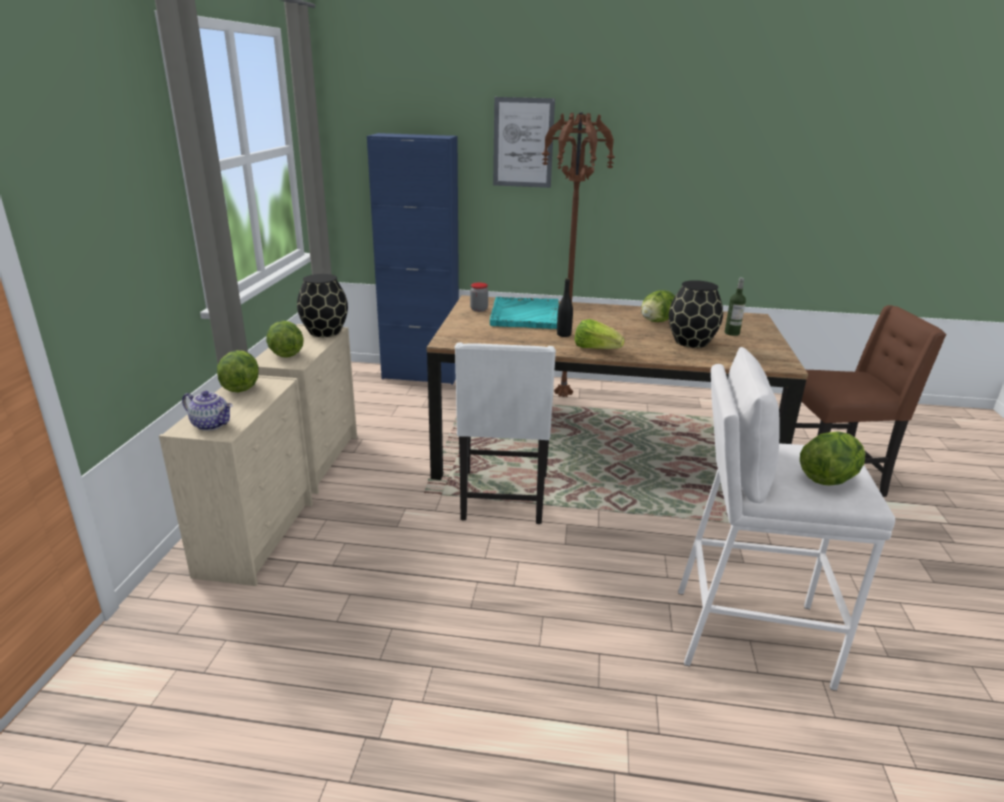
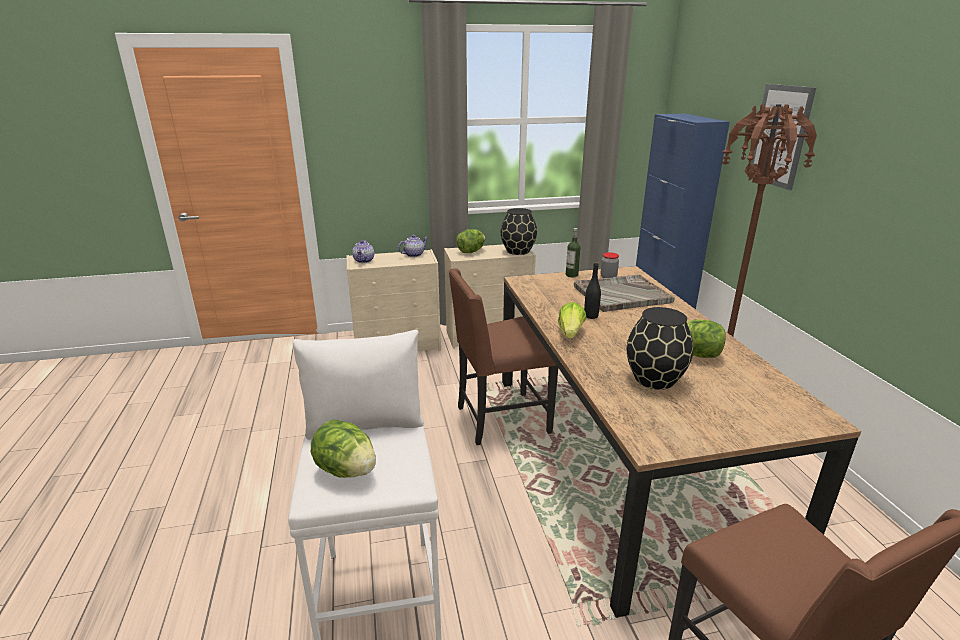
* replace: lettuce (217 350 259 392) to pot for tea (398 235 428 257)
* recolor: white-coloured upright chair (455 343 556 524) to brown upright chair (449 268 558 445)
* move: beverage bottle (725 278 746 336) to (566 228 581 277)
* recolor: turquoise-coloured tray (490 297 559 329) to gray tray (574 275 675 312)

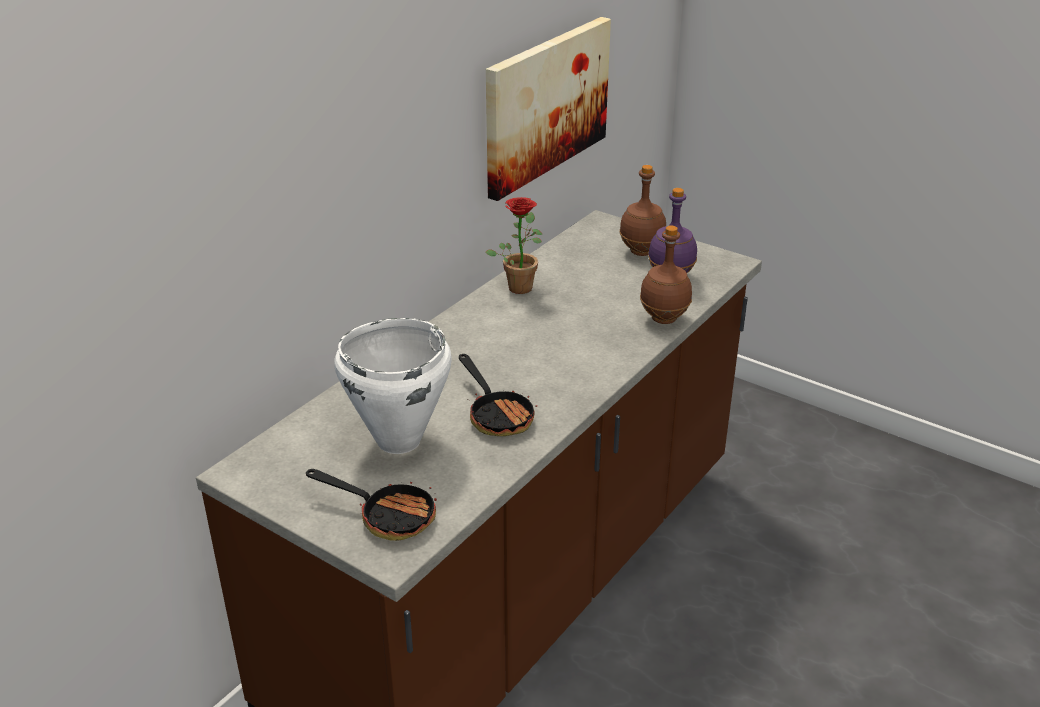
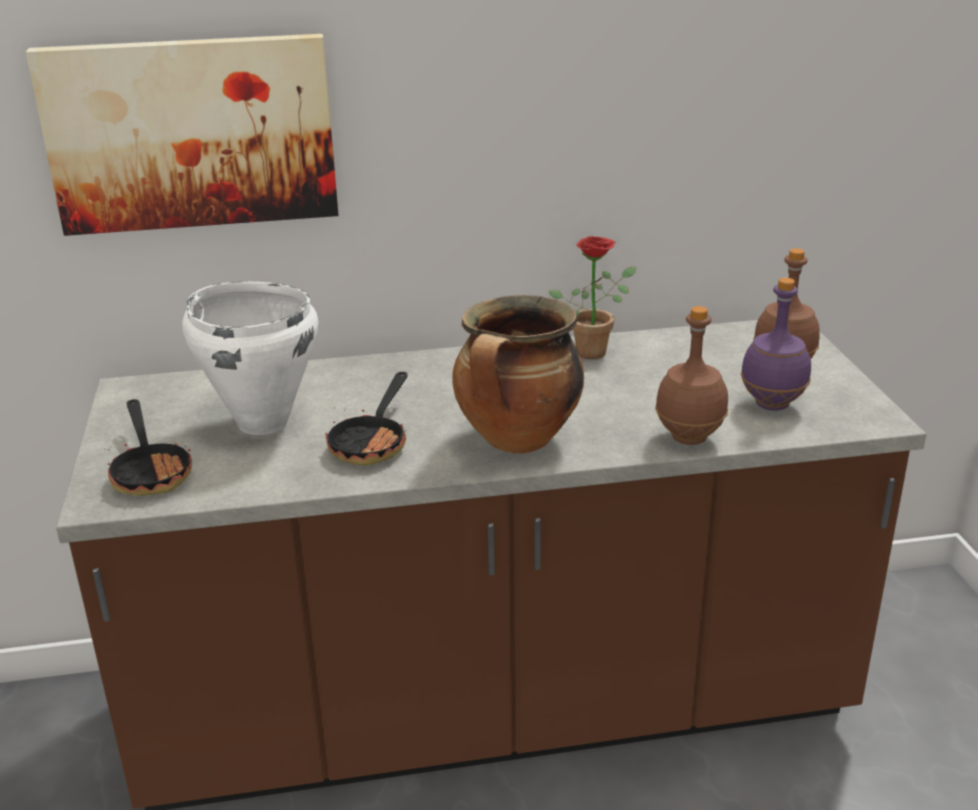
* move: picture (486 17 611 201) to (26 34 339 236)
* insert: stockpot (452 295 584 454)

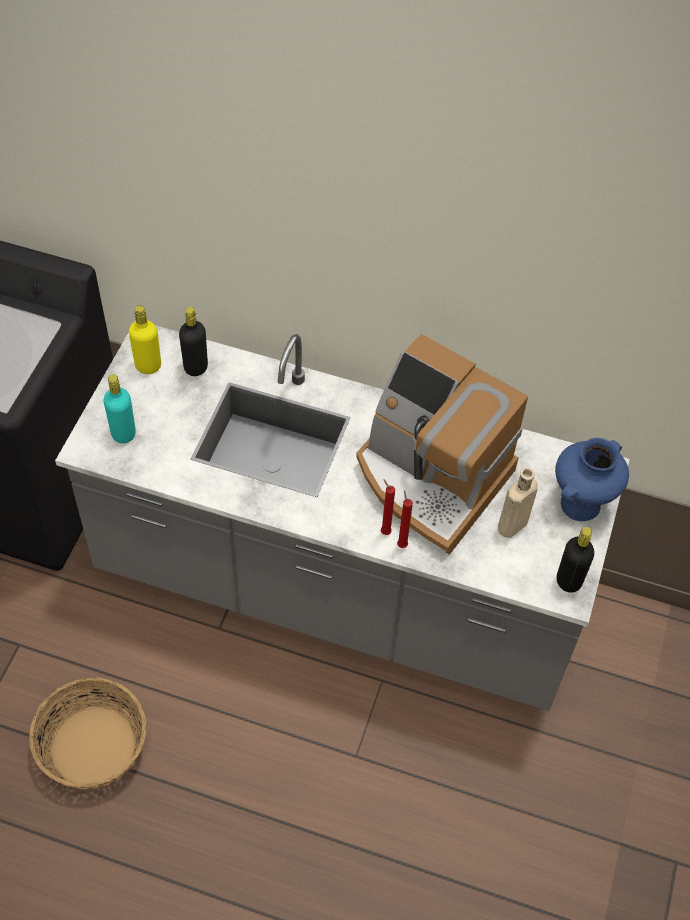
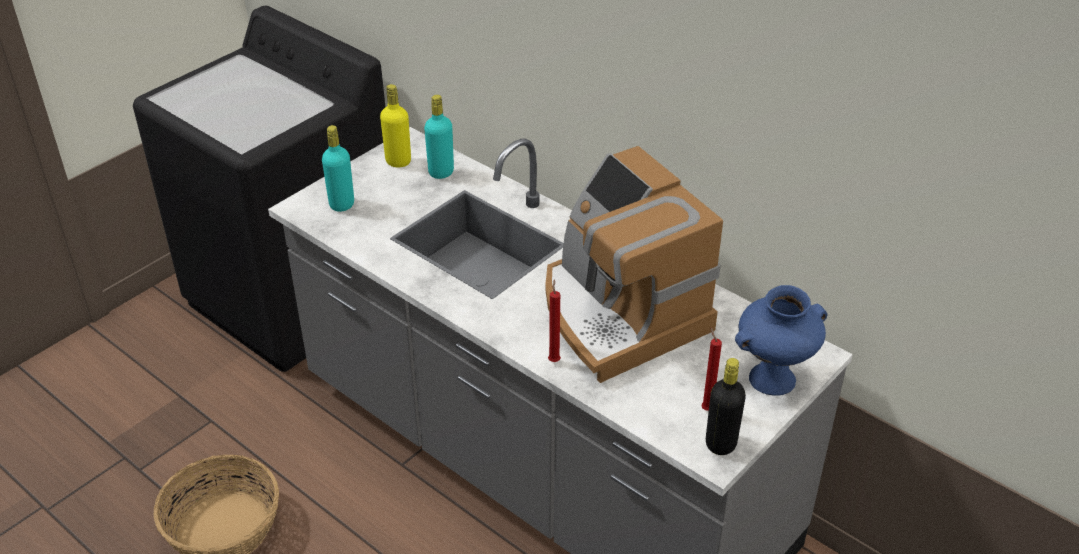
* recolor: black-coloured beverage bottle (179 307 208 376) to turquoise-coloured beverage bottle (424 95 454 179)
* move: red wax candle (381 479 395 535) to (701 327 722 411)
* delete: beige beverage bottle (498 467 538 538)

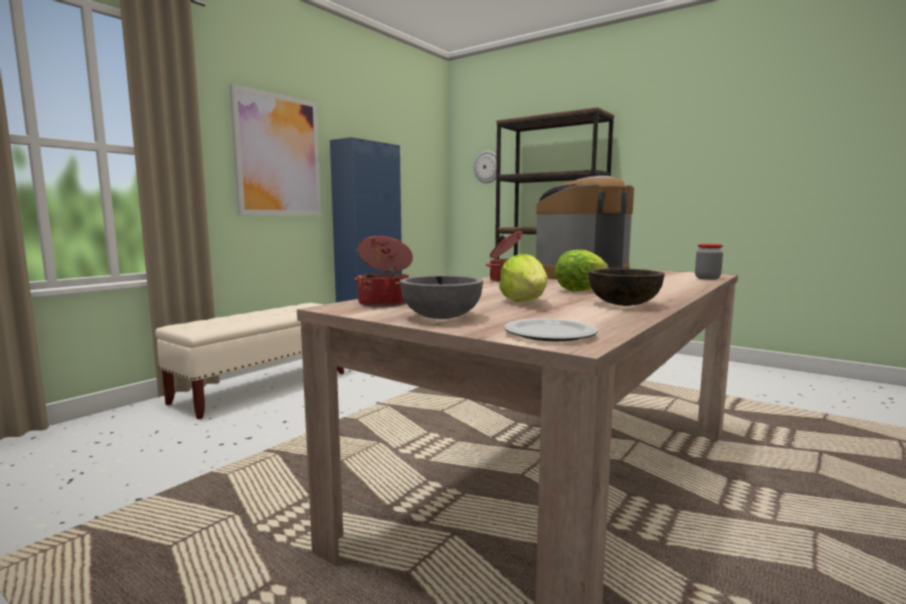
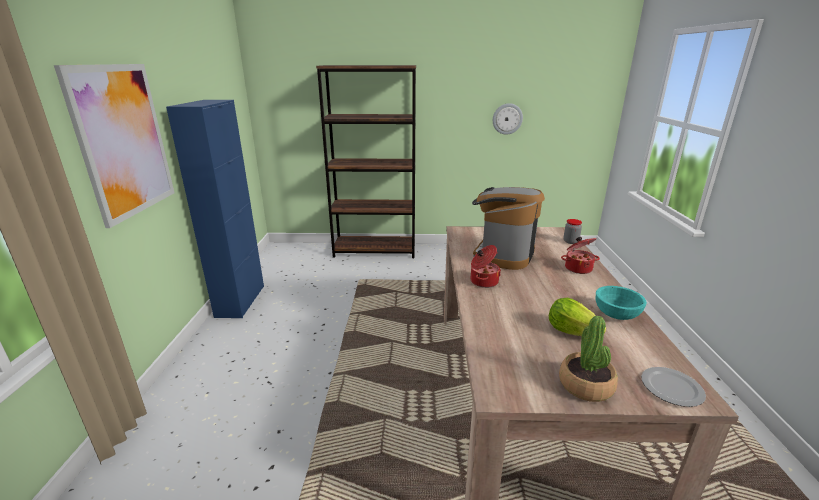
* move: hanging clock (474 151 497 183) to (493 103 523 135)
* replace: gray bowl (400 275 483 319) to plant in a pot (559 315 618 402)
* move: stockpot (354 236 413 307) to (561 237 600 274)
* recolor: brown bowl (588 268 665 306) to turquoise-coloured bowl (596 286 647 320)
* delete: beige bench (155 303 344 419)
* delete: lettuce (555 250 609 292)

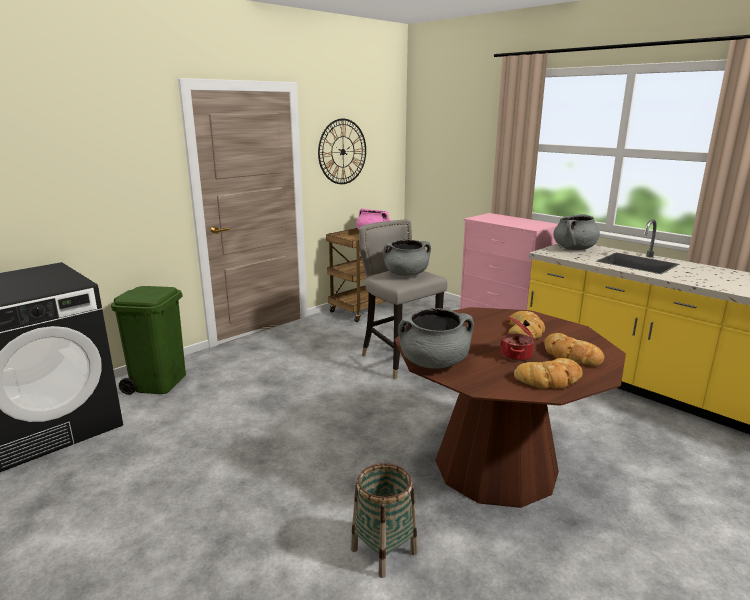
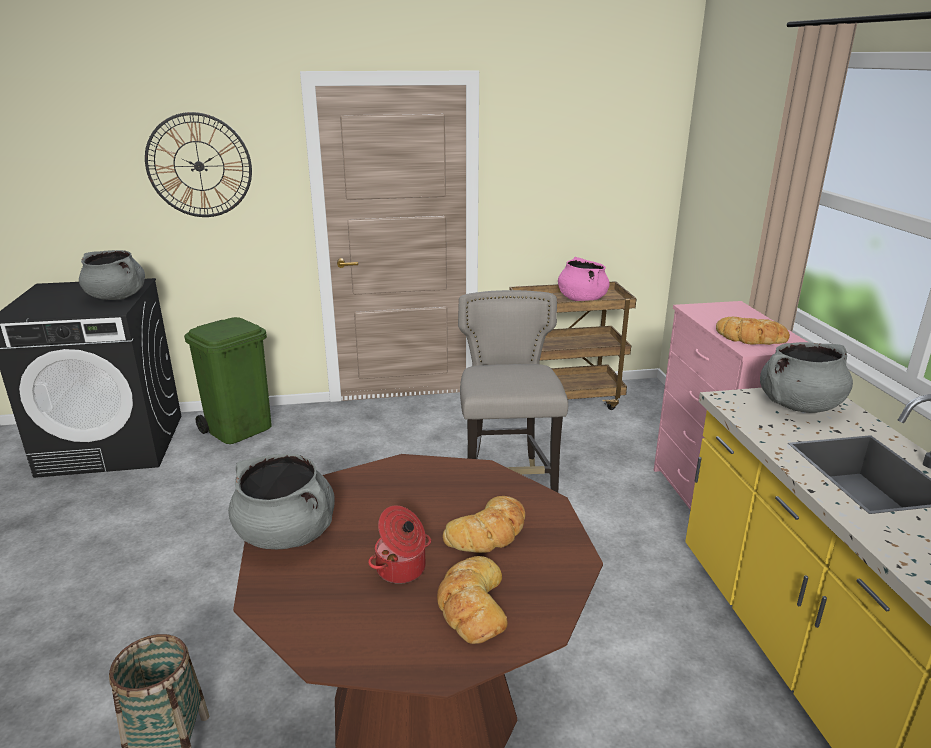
* move: gray stockpot (383 239 431 276) to (79 250 145 300)
* move: hanging clock (318 119 366 184) to (145 112 252 217)
* move: bread (514 358 583 389) to (716 317 790 345)

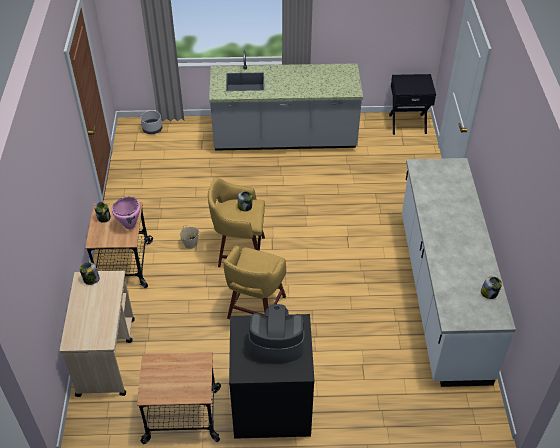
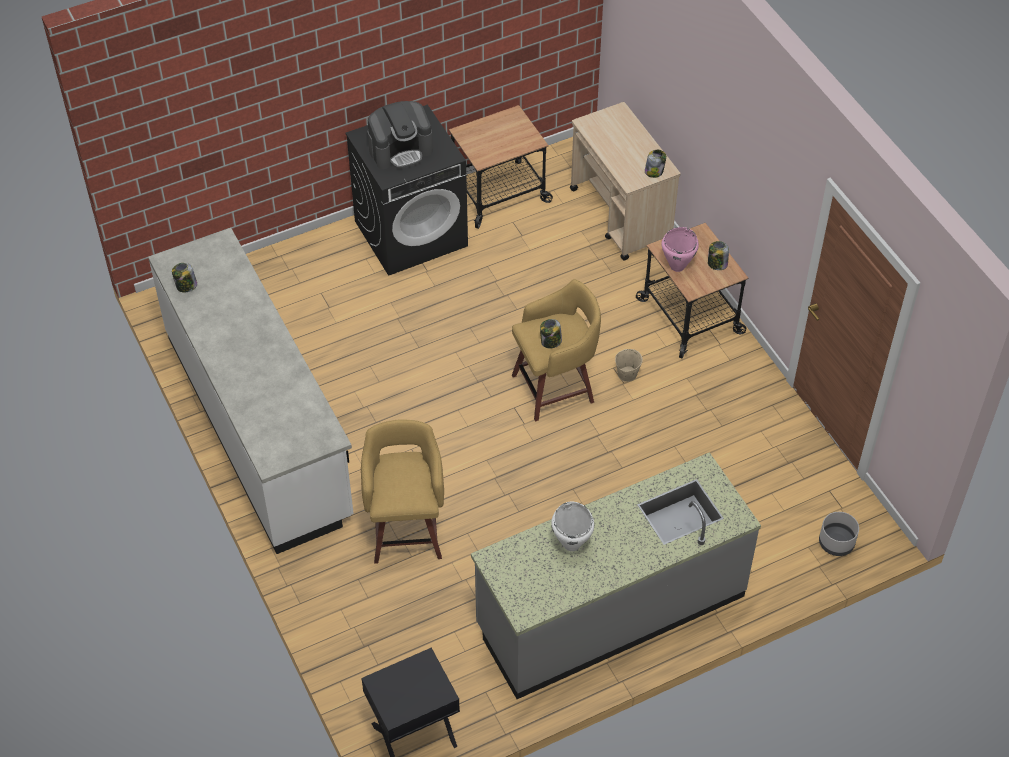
* move: yellow stool seat (224 245 286 319) to (361 419 444 564)
* insert: white-coloured stockpot (551 502 594 551)

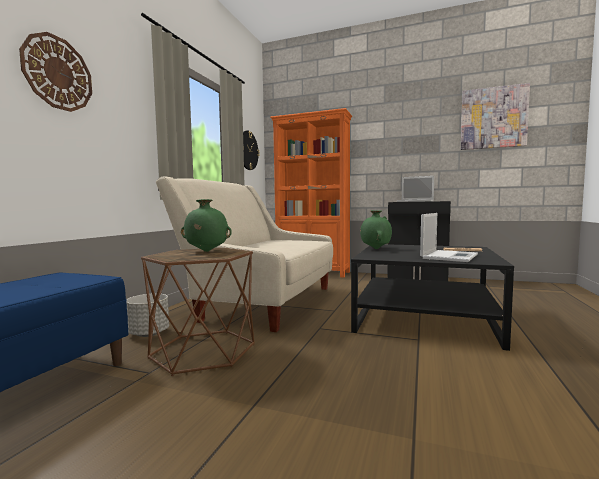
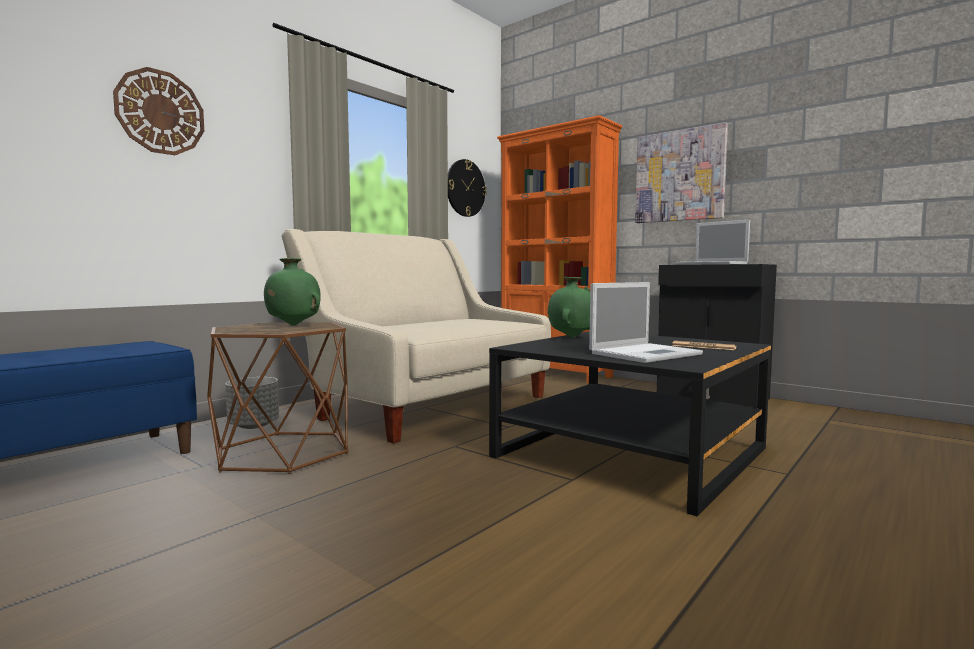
* move: picture (461 83 530 150) to (635 122 728 223)

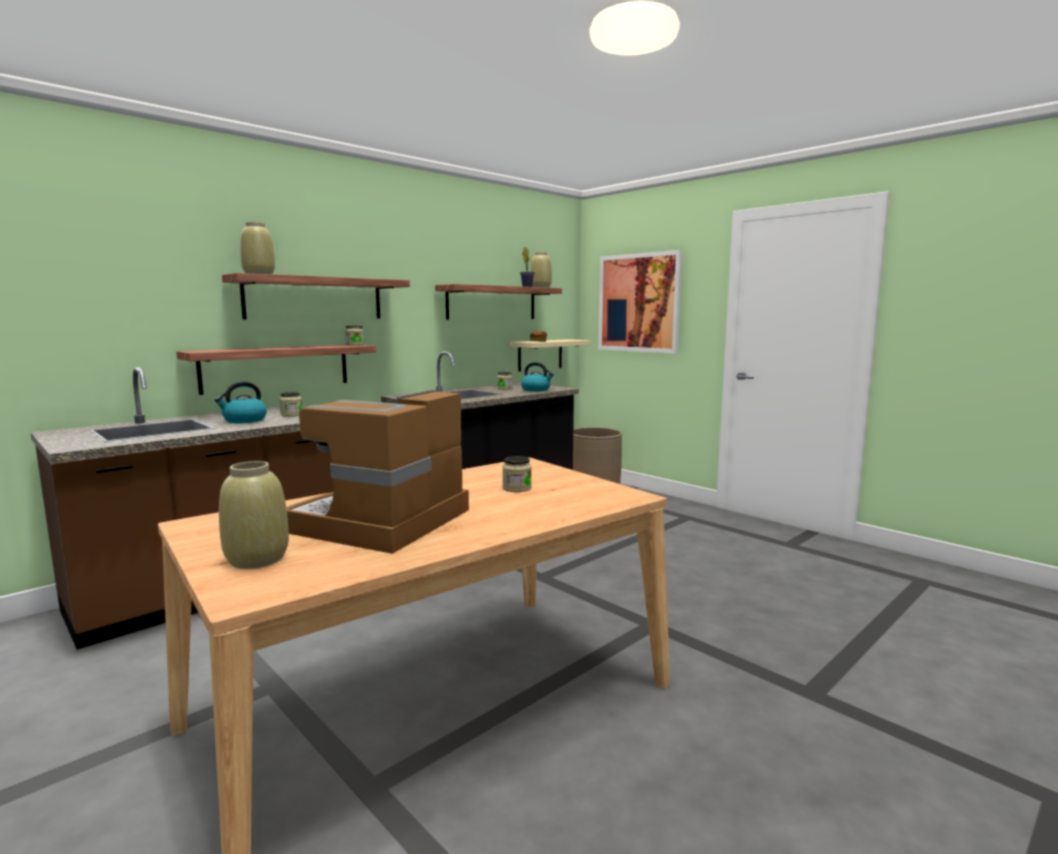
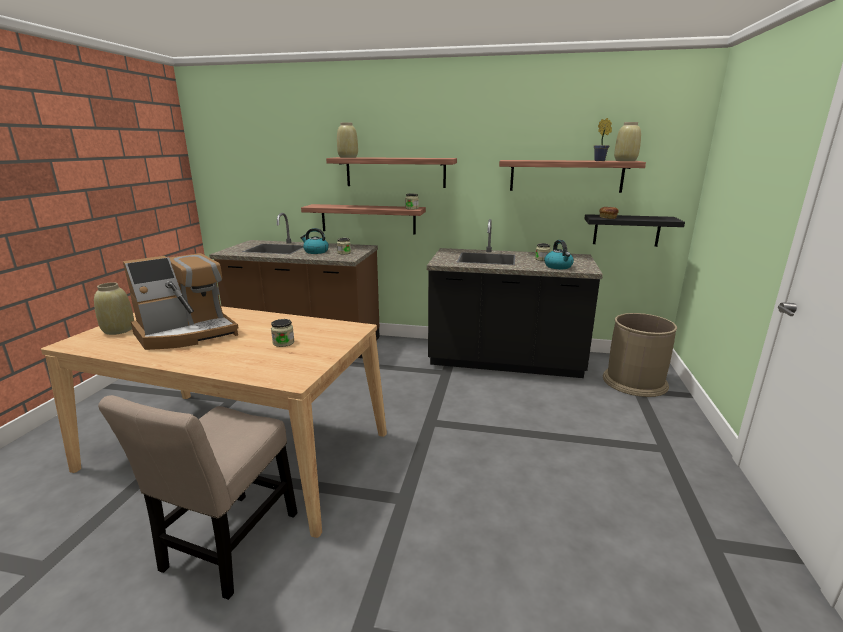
* insert: beige upright chair (98 395 297 600)
* rotate: coffee maker (286 390 469 554) = (123 253 238 350) 150 degrees clockwise
* recolor: beige shelf (510 339 591 372) to black-coloured shelf (584 214 685 247)
* delete: picture (598 250 683 354)

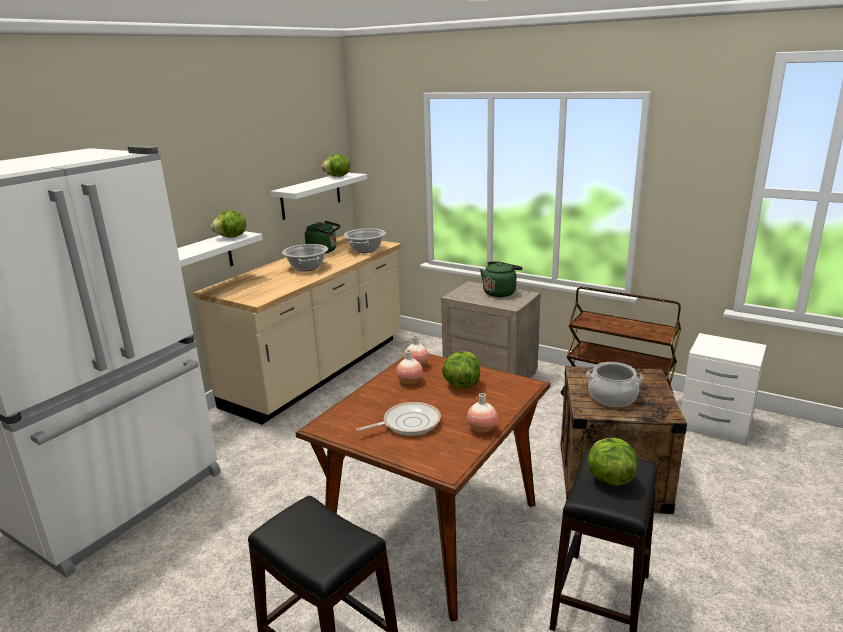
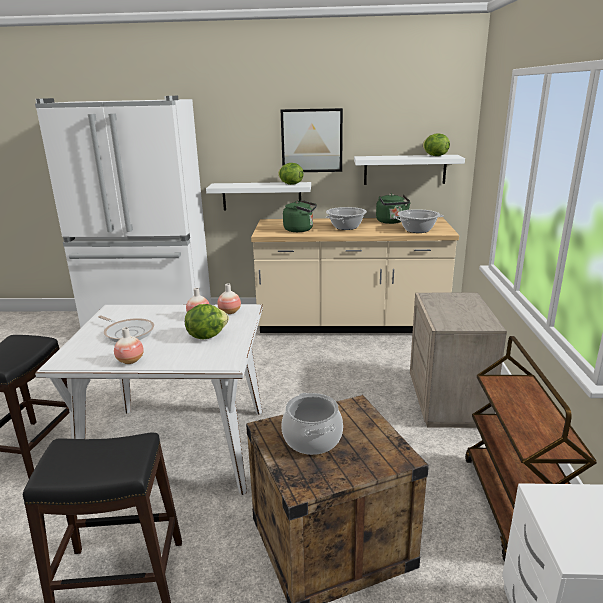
* recolor: brown kitchen table (296 354 550 622) to white-coloured kitchen table (35 304 263 495)
* insert: picture (281 108 343 172)
* move: greenish kettle (480 261 523 297) to (283 200 317 232)
* delete: lettuce (588 438 637 486)

